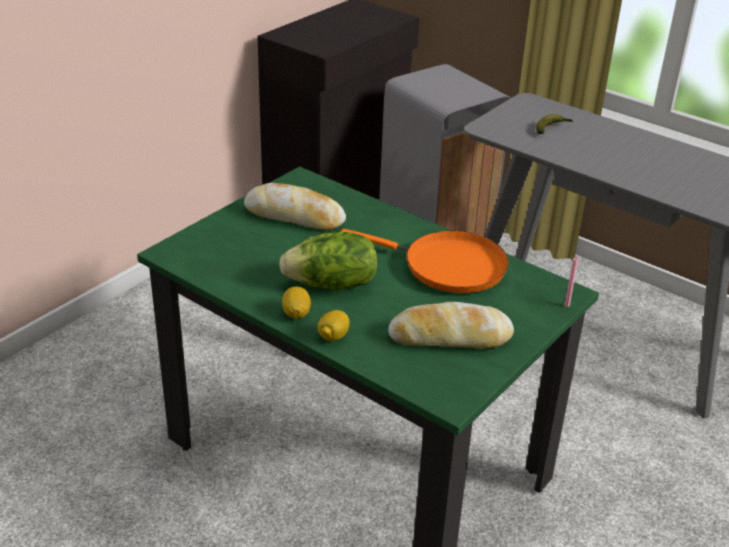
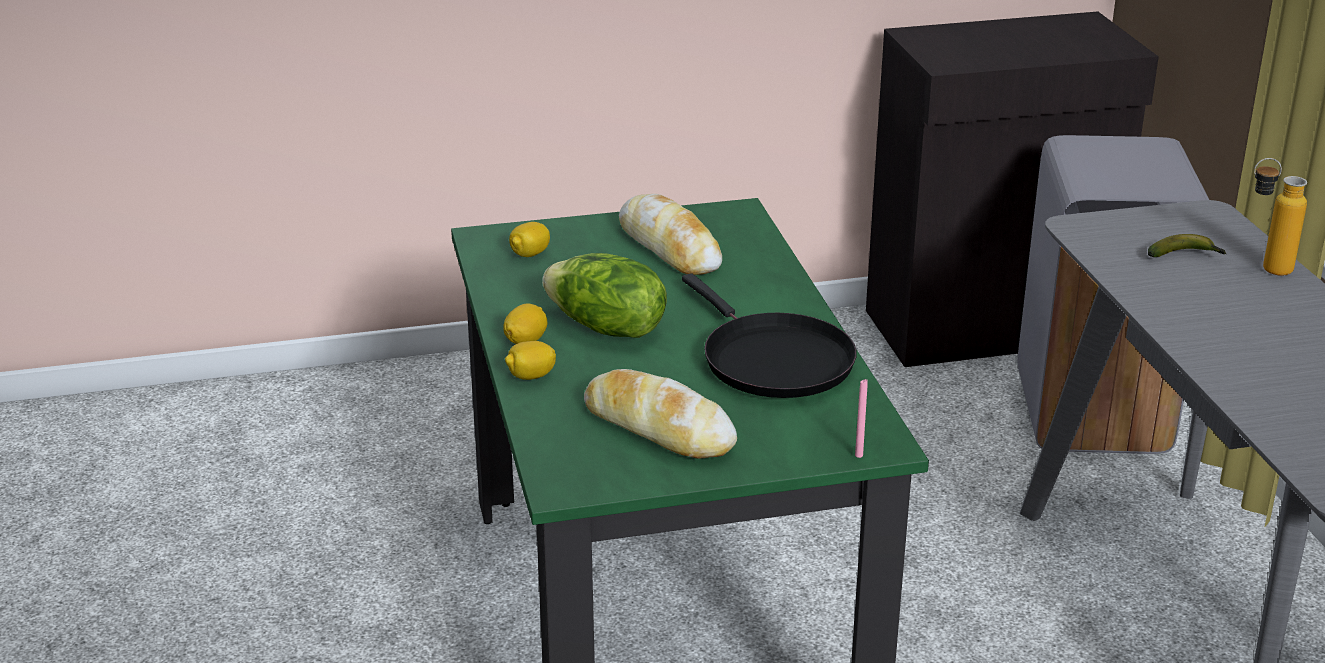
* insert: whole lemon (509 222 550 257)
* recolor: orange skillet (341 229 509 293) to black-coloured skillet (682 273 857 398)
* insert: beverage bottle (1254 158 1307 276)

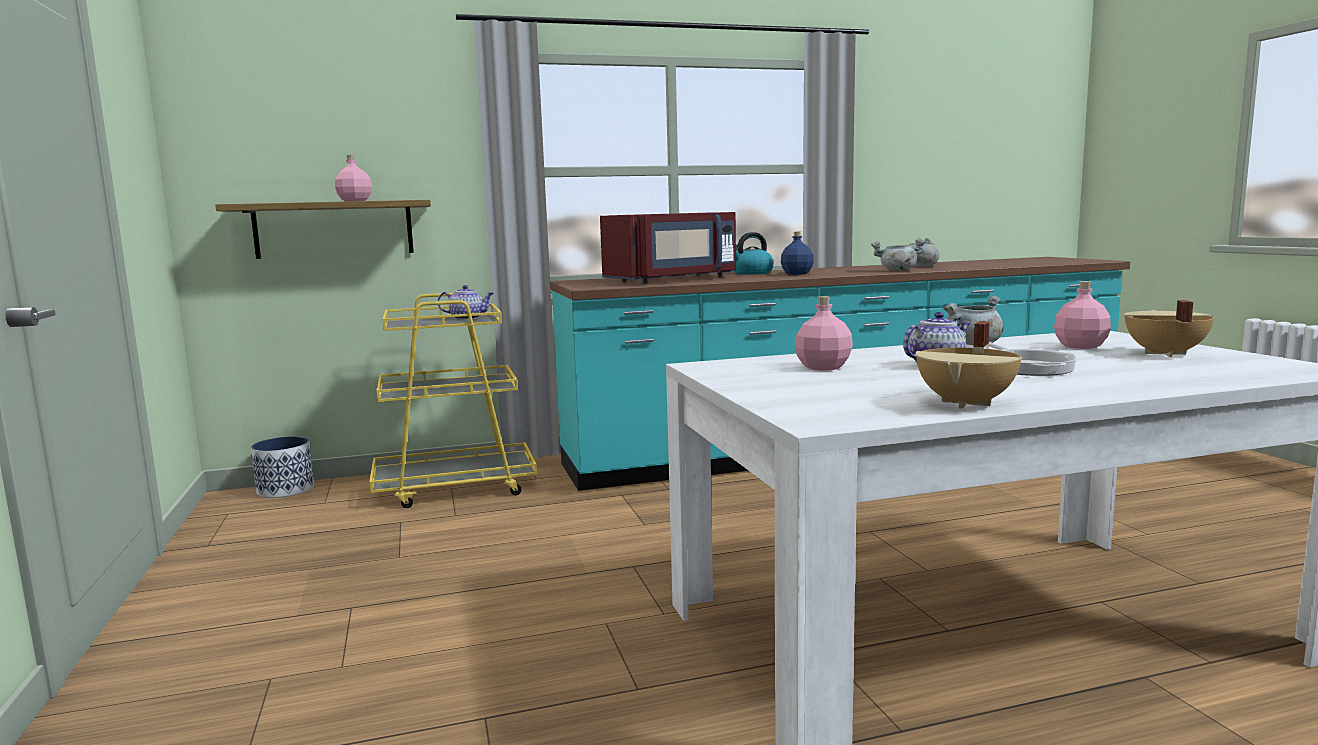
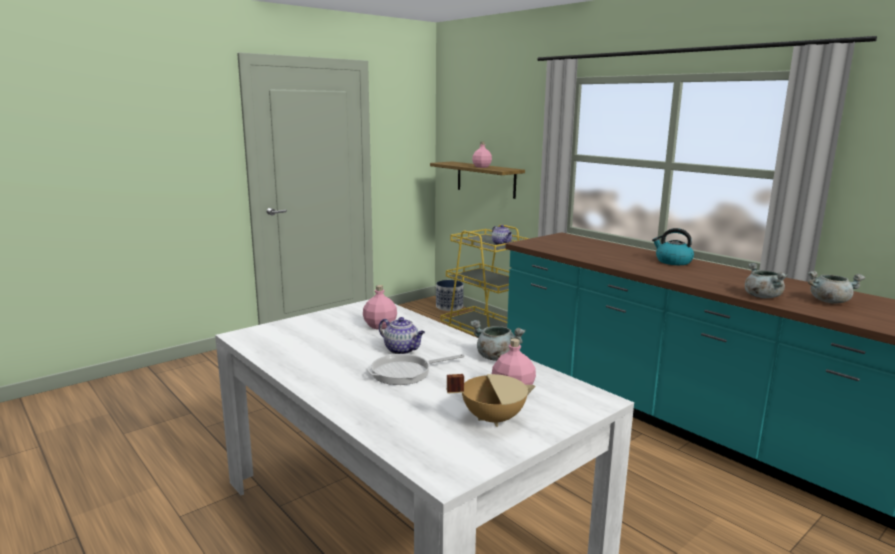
* delete: red kitchen microwave (600 212 736 284)
* delete: bluish beverage bottle (781 232 814 275)
* delete: beige stockpot (915 321 1022 409)

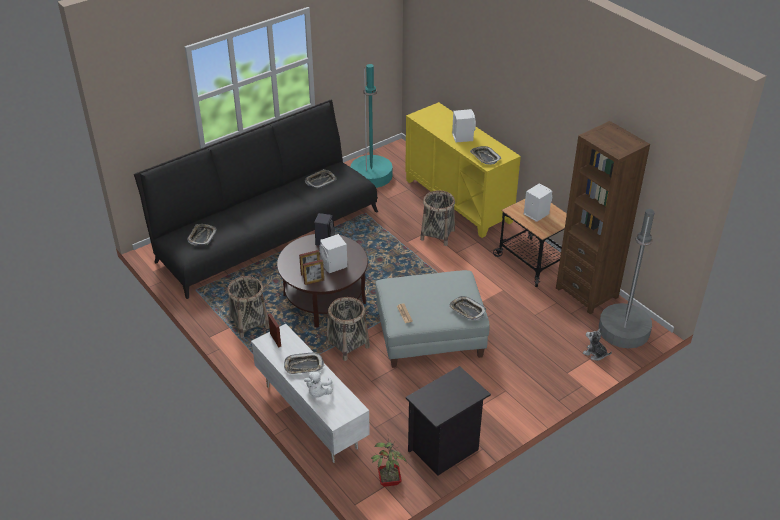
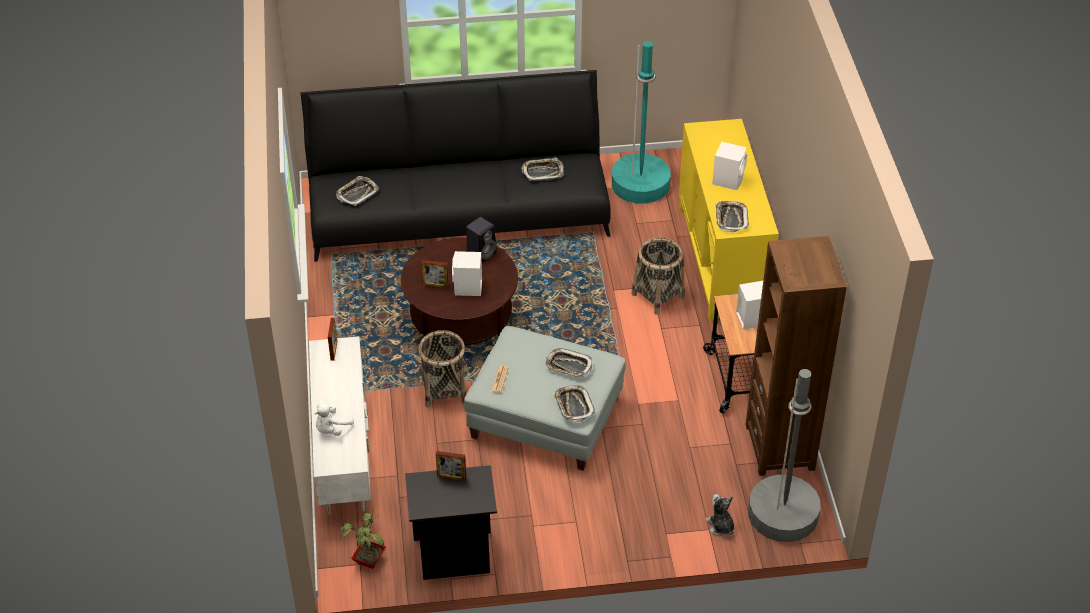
* move: photo frame (303 260 324 285) to (436 451 466 481)
* move: tray (284 352 324 374) to (545 348 592 377)
* delete: storage basket (227 276 269 338)

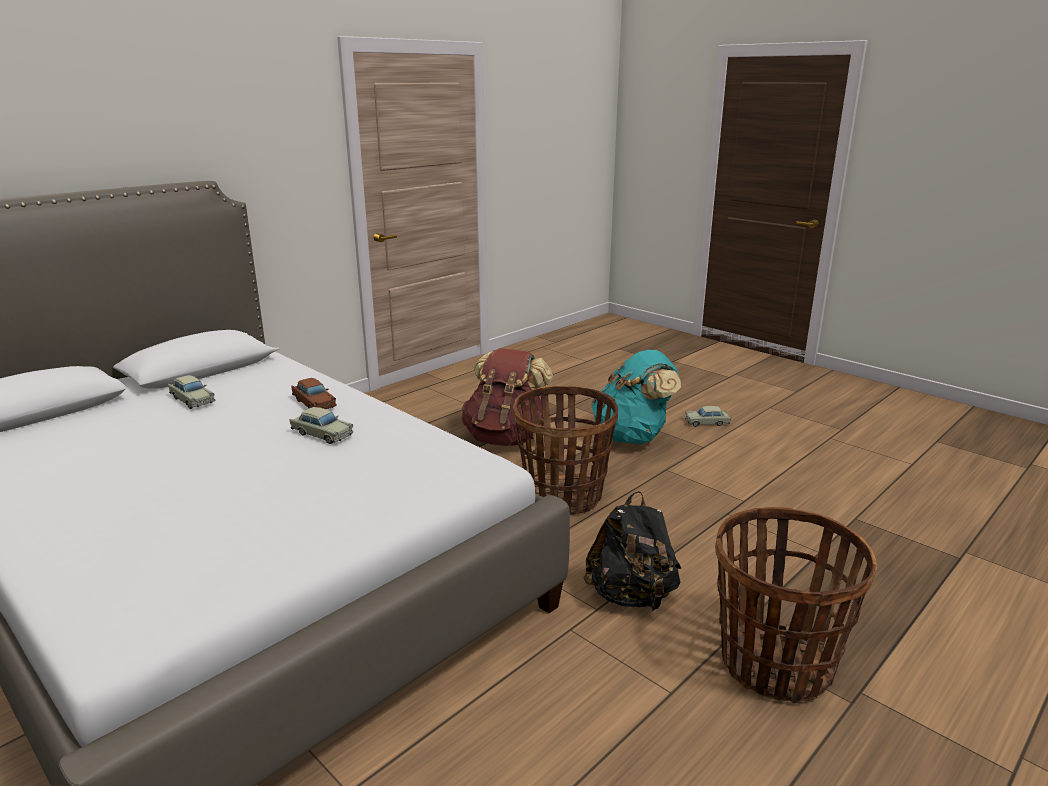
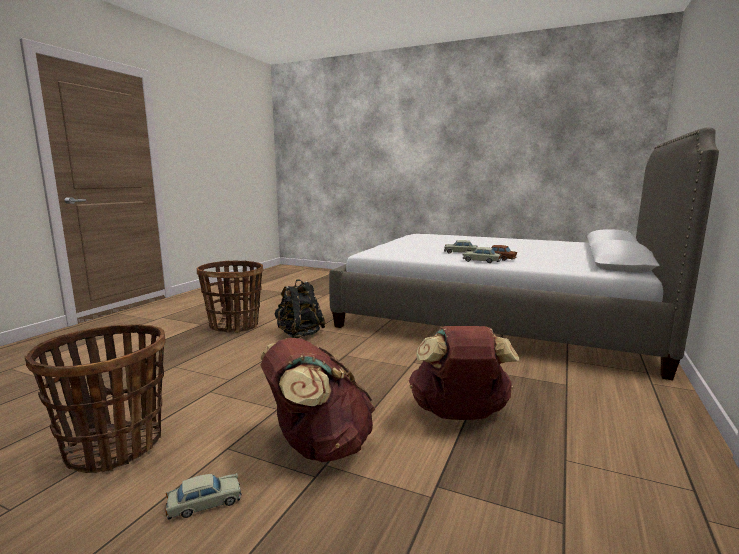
* move: storage basket (513 386 618 515) to (24 324 166 473)
* recolor: turquoise-coloured backpack (591 350 681 444) to brown backpack (261 338 375 462)
* move: beige toy car (168 375 216 409) to (463 247 502 263)

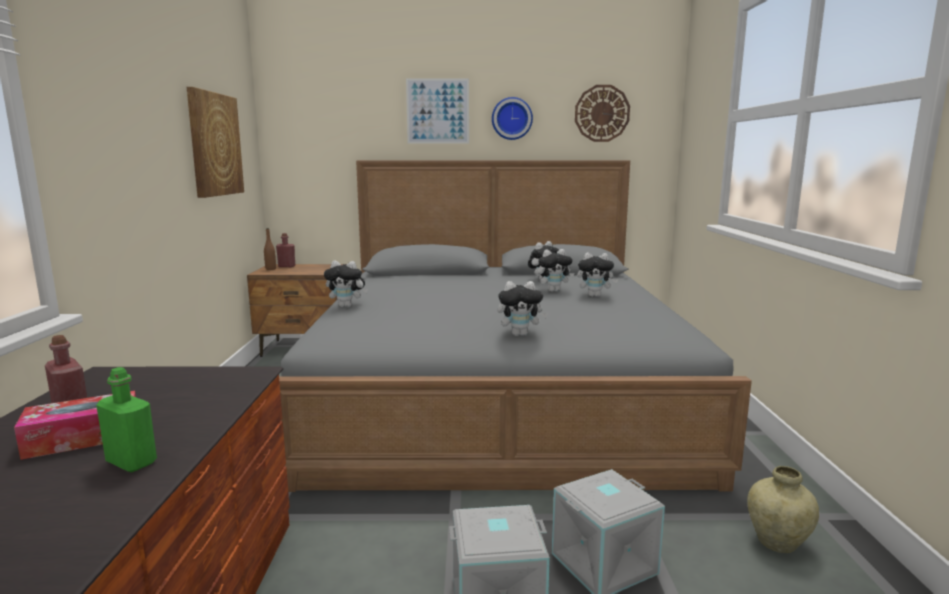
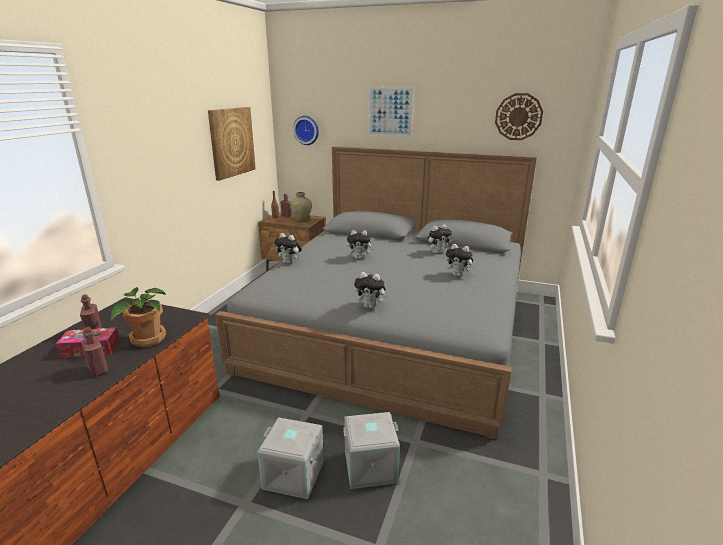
* recolor: greenish beverage bottle (96 367 157 472) to red beverage bottle (81 327 108 377)
* insert: plant in a pot (111 287 167 348)
* move: beige decorative vase (747 466 819 553) to (290 192 312 221)
* move: hanging clock (492 97 533 140) to (293 116 319 145)
* move: plush toy (537 249 574 292) to (347 230 374 259)

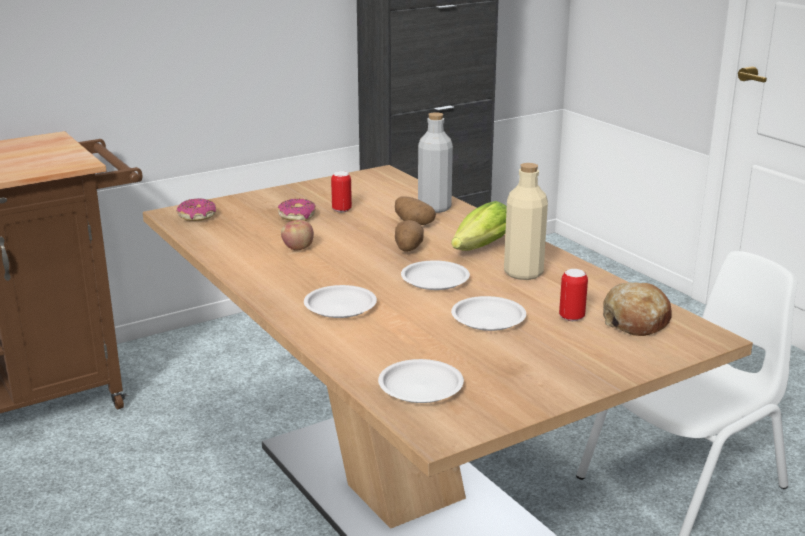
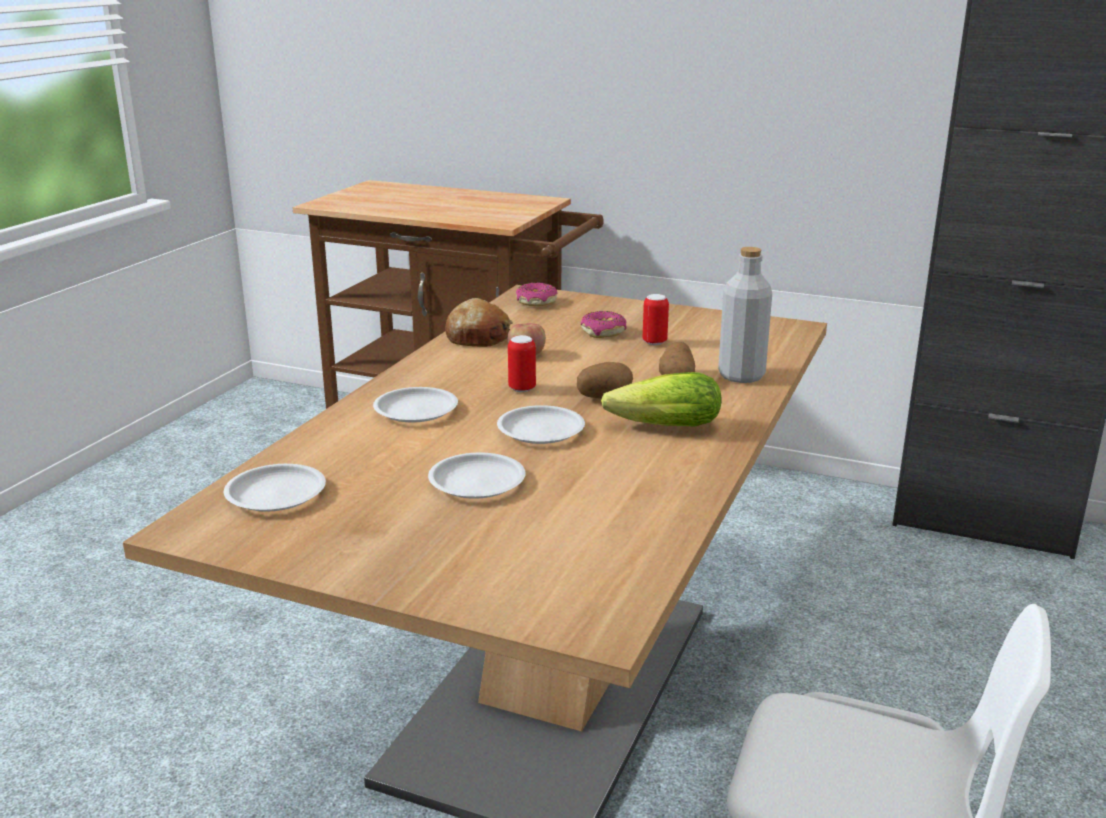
* move: bread (603 282 672 336) to (445 298 513 347)
* move: can (559 269 588 321) to (508 335 536 392)
* delete: beige beverage bottle (504 163 548 280)

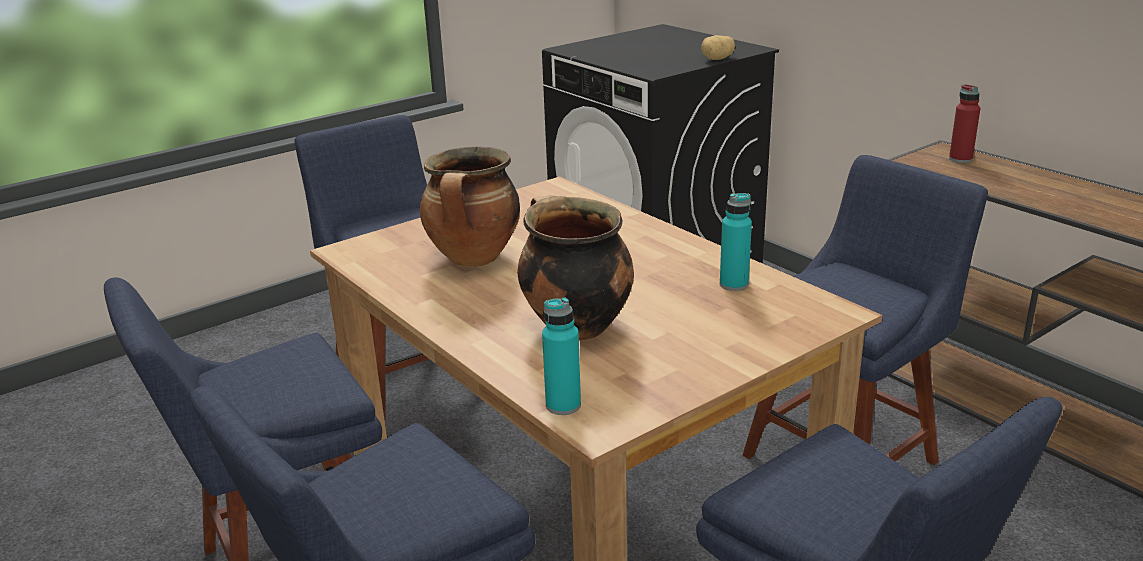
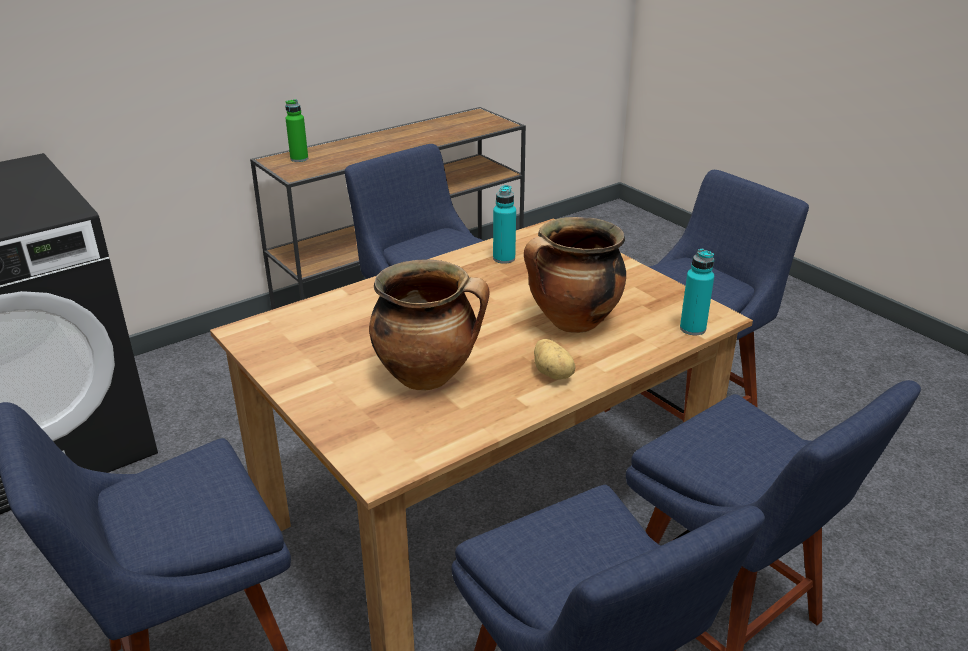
* recolor: red beverage bottle (949 84 980 163) to greenish beverage bottle (285 99 308 162)
* move: potato (701 35 735 60) to (534 339 576 380)

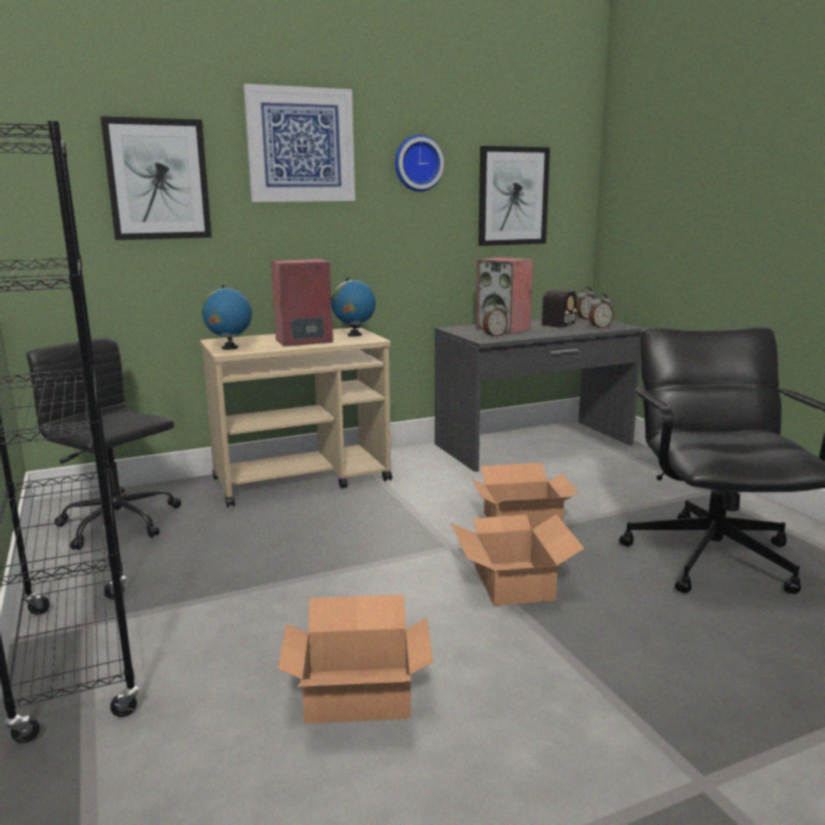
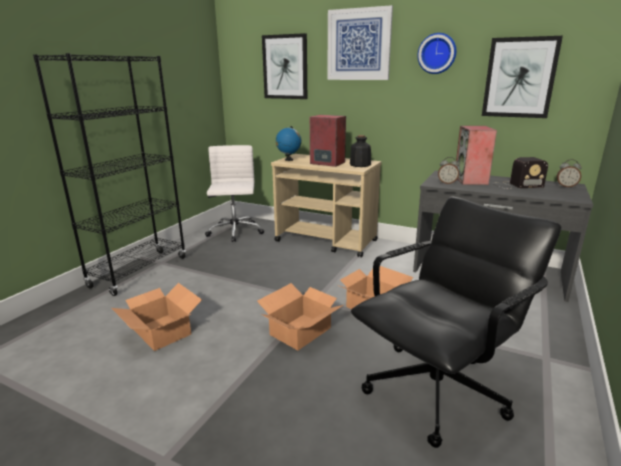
* recolor: black-coloured computer chair (26 337 181 550) to white-coloured computer chair (205 145 264 242)
* replace: desk globe (331 277 376 337) to beverage bottle (350 135 371 167)
* delete: table clock (589 294 614 329)

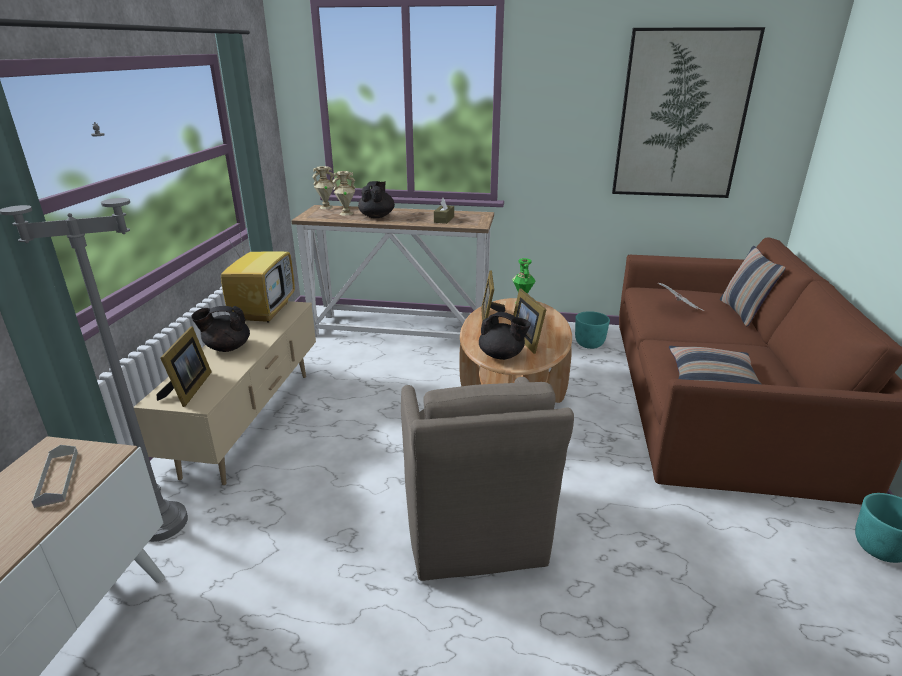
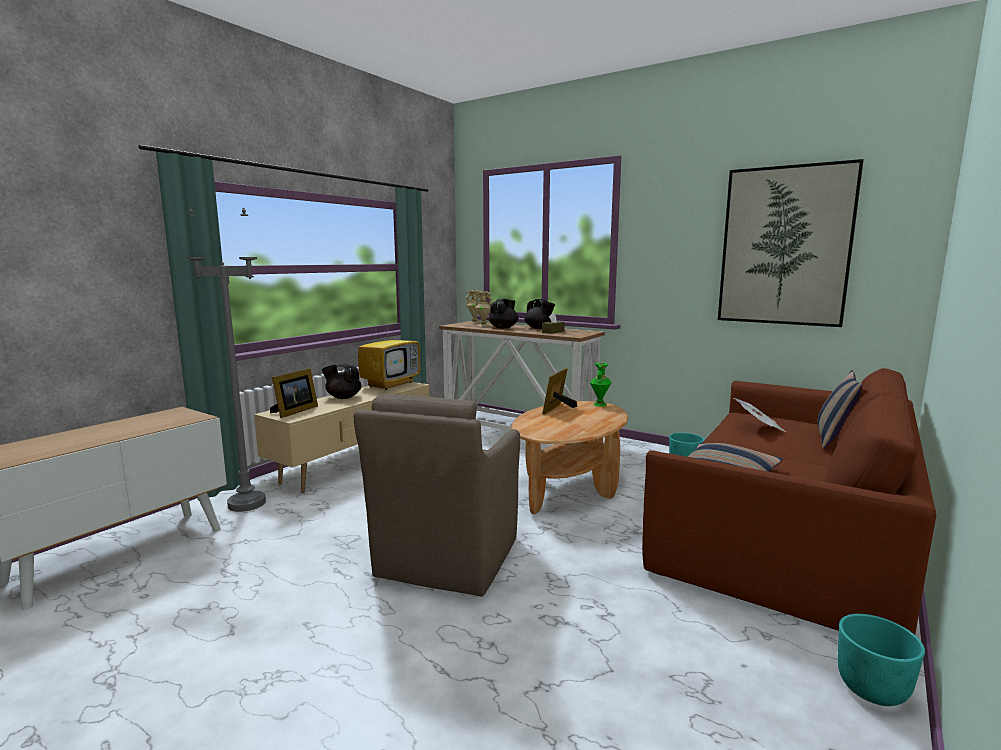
* move: black-coloured pot for tea (479 312 531 360) to (524 299 555 329)
* delete: gray tray (31 445 78 508)
* delete: photo frame (513 289 546 354)

